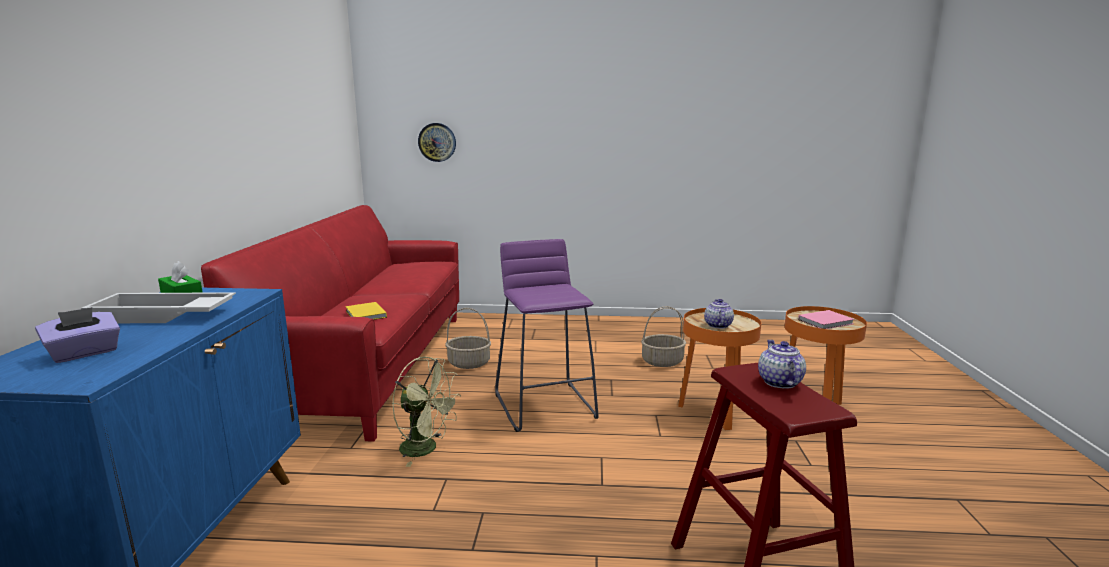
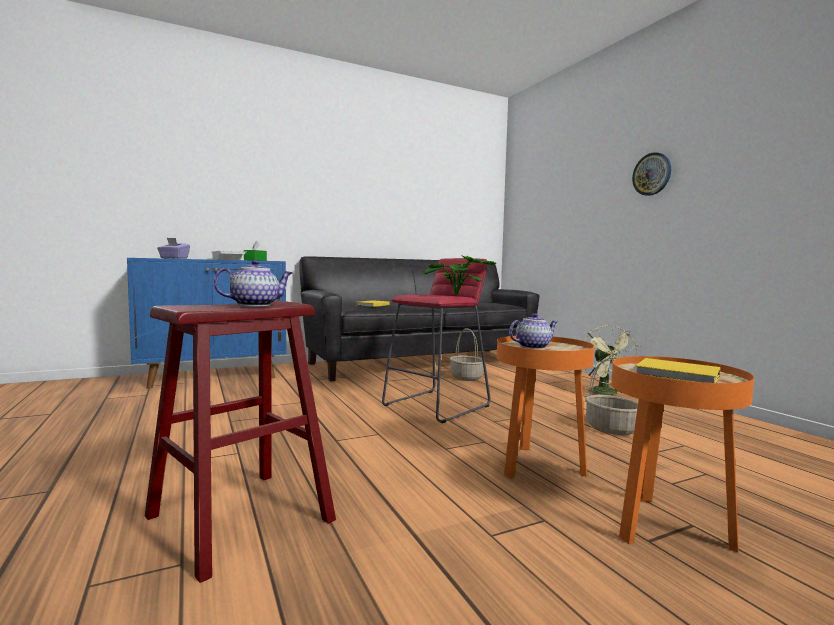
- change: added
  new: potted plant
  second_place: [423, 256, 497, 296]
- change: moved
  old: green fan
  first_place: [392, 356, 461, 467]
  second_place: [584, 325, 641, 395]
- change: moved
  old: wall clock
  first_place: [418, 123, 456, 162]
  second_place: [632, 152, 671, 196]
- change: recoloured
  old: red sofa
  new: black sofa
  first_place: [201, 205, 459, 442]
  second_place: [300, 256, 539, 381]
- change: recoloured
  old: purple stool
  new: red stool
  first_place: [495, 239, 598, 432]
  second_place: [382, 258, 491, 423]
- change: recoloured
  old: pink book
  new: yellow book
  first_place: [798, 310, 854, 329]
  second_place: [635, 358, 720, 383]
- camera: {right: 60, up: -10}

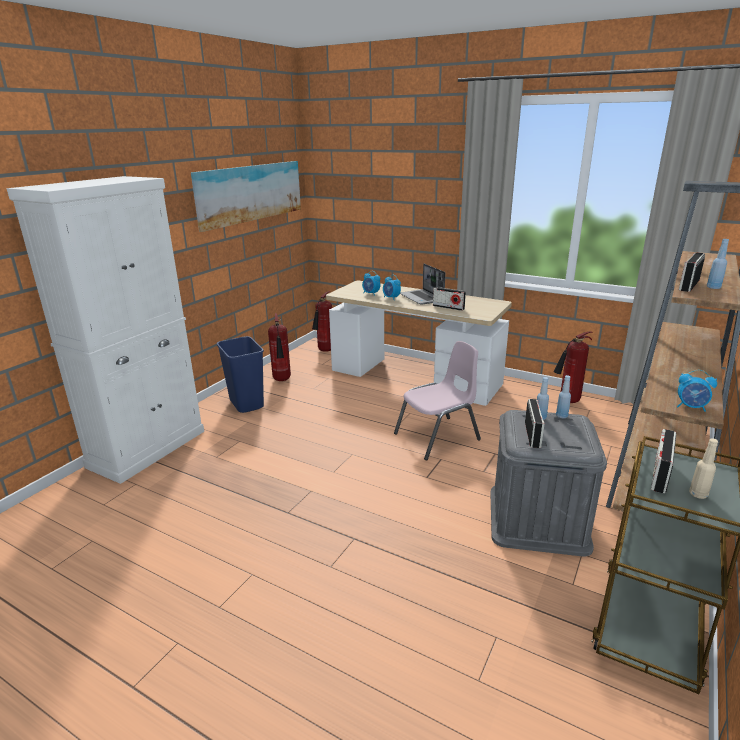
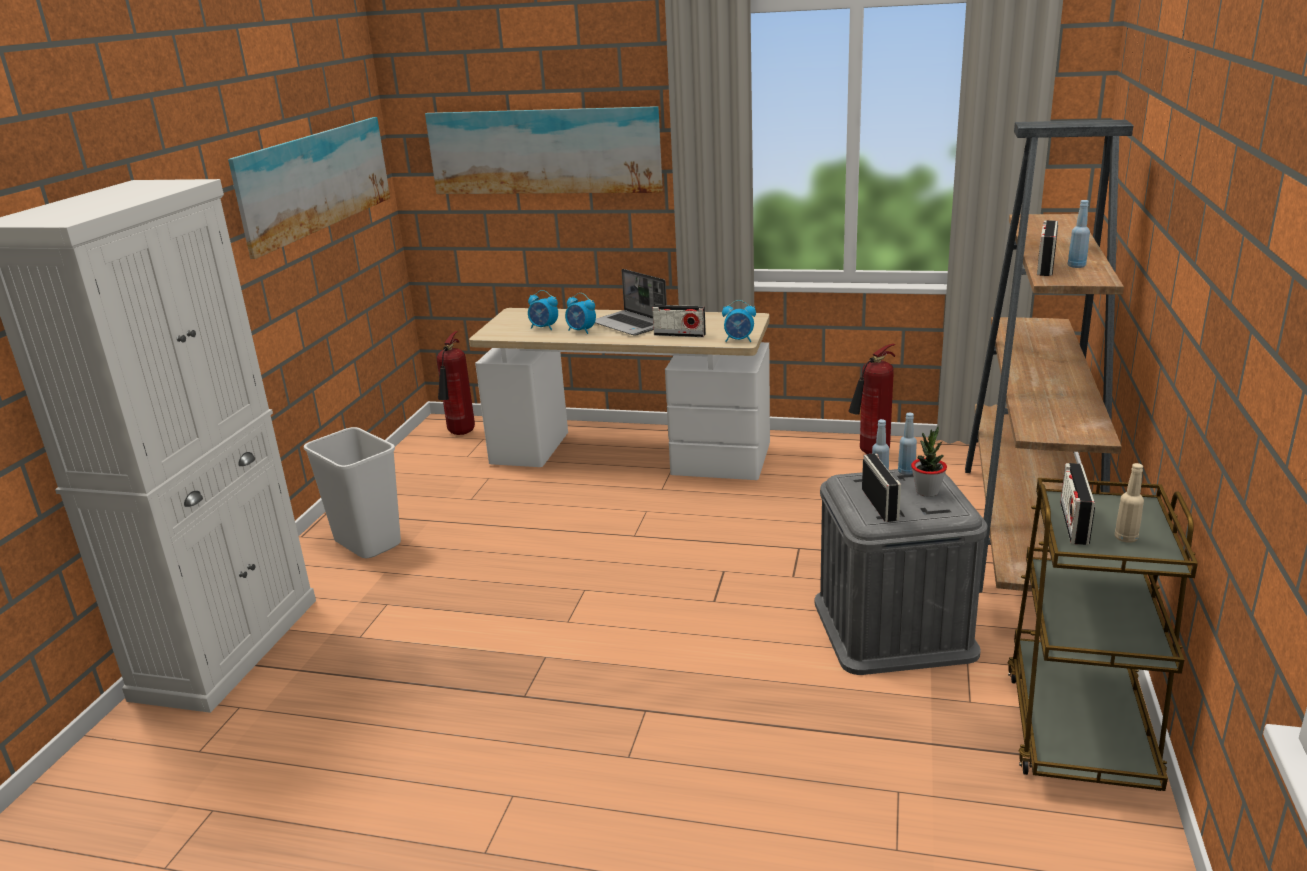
- change: removed
  old: fire extinguisher
  first_place: [268, 313, 291, 381]
- change: removed
  old: pink chair
  first_place: [394, 341, 481, 460]
- change: added
  new: picture
  second_place: [425, 106, 663, 194]
- change: added
  new: potted plant
  second_place: [911, 426, 947, 497]
- change: moved
  old: alarm clock
  first_place: [677, 370, 717, 412]
  second_place: [722, 300, 756, 342]
- change: recoloured
  old: blue trash can
  new: white trash can
  first_place: [217, 336, 264, 413]
  second_place: [304, 427, 401, 558]
- camera: {right: -15, up: 0}

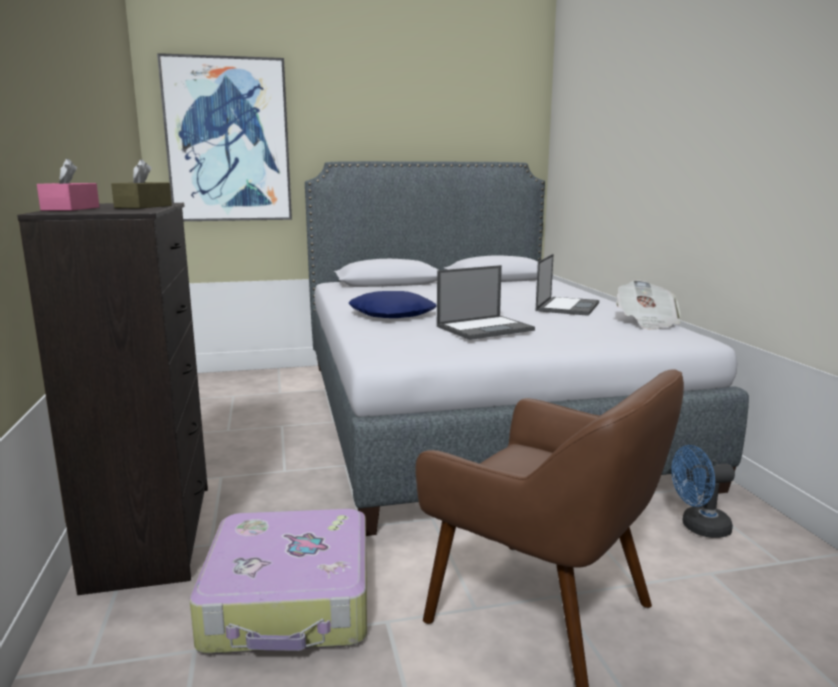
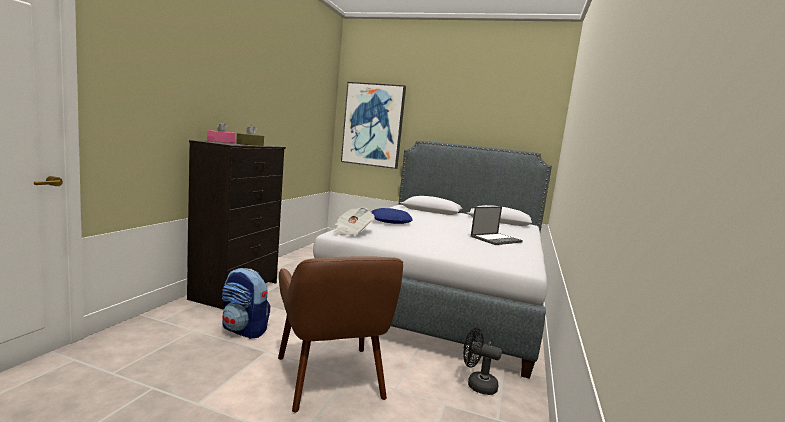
- change: removed
  old: laptop
  first_place: [437, 265, 535, 340]
- change: moved
  old: newspaper
  first_place: [616, 280, 681, 330]
  second_place: [333, 207, 375, 235]
- change: replaced
  old: suitcase
  new: backpack
  first_place: [190, 509, 367, 654]
  second_place: [222, 268, 270, 339]
- change: recoloured
  old: blue fan
  new: black fan
  first_place: [671, 445, 735, 538]
  second_place: [463, 328, 502, 395]
- camera: {right: 30, up: -5}

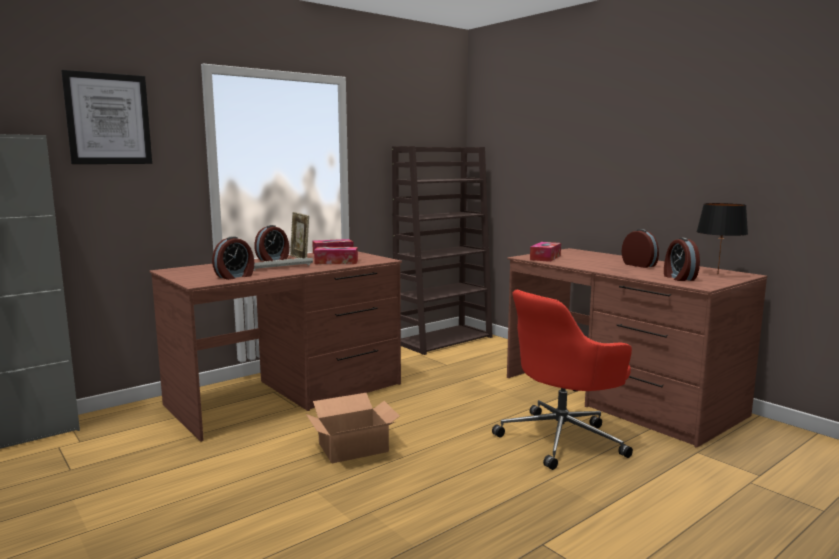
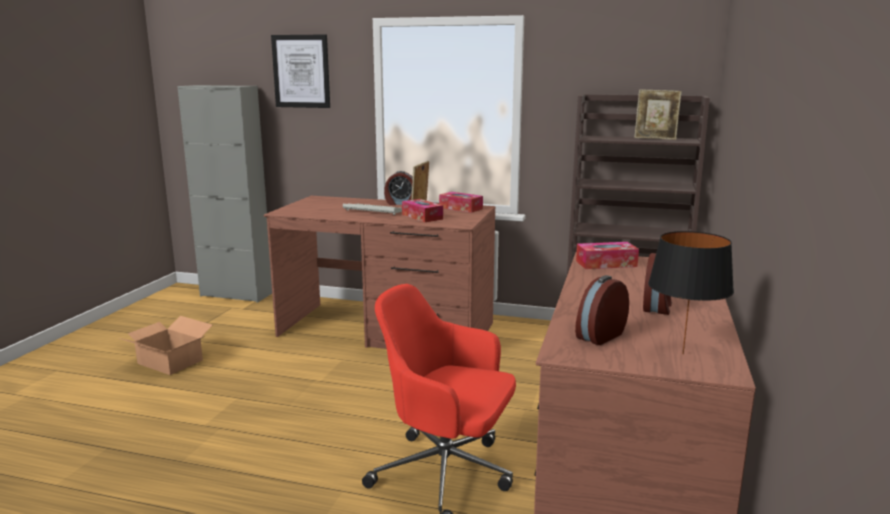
- change: removed
  old: alarm clock
  first_place: [212, 236, 254, 280]
- change: added
  new: picture frame
  second_place: [634, 89, 682, 140]
- change: moved
  old: cardboard box
  first_place: [306, 393, 400, 463]
  second_place: [119, 316, 212, 375]
- camera: {right: 55, up: 5}

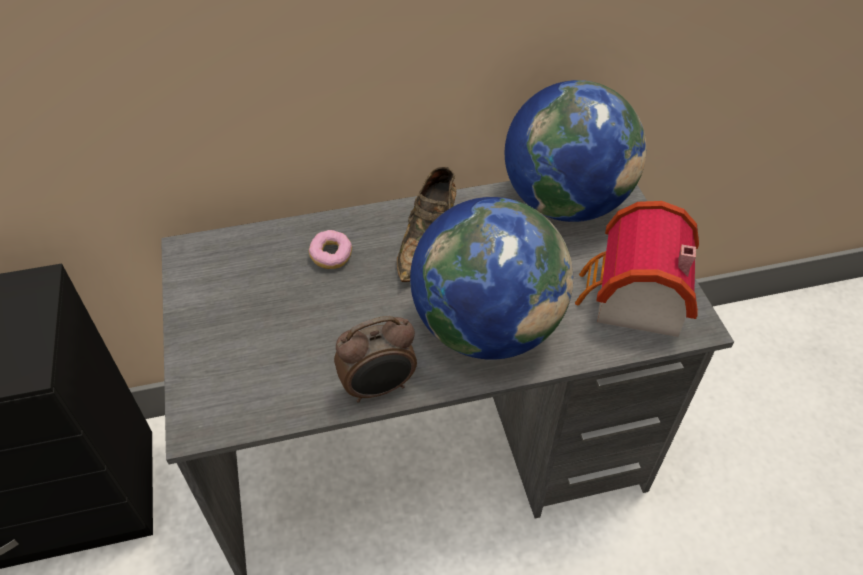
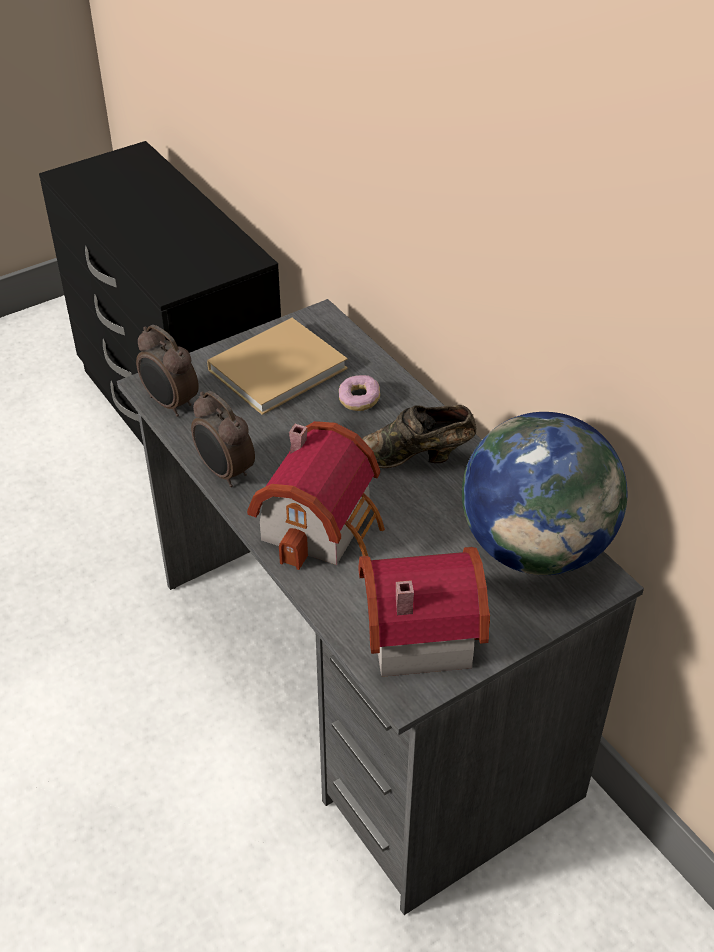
- change: added
  new: alarm clock
  second_place: [136, 325, 199, 417]
- change: added
  new: beige book
  second_place: [207, 318, 348, 415]
- change: replaced
  old: globe
  new: toy house
  first_place: [410, 197, 573, 360]
  second_place: [247, 421, 385, 570]
- camera: {right: 70, up: -5}

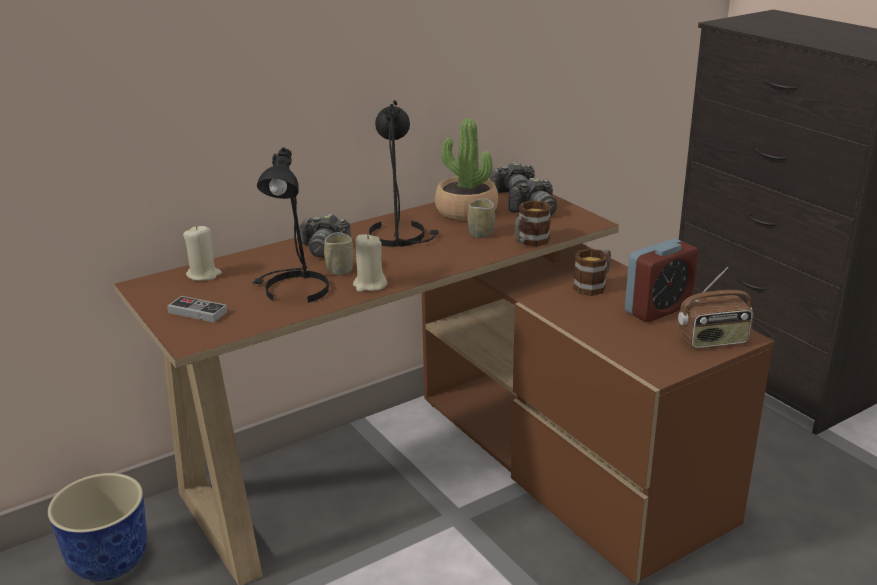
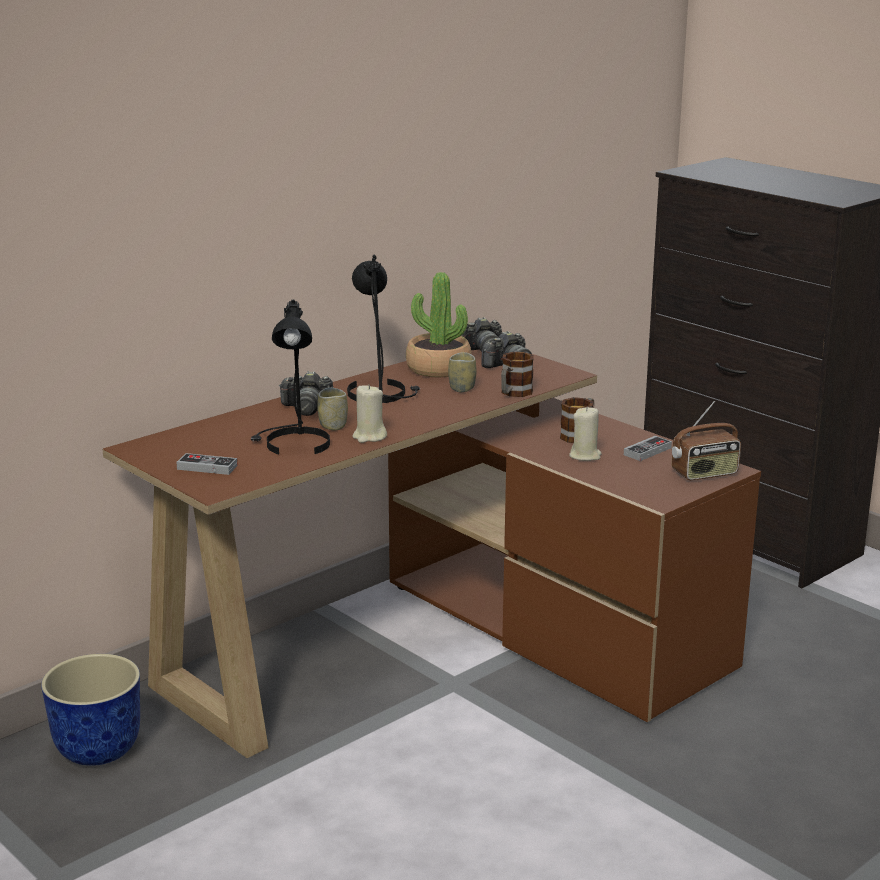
- change: moved
  old: beige candle
  first_place: [183, 225, 222, 281]
  second_place: [569, 406, 602, 461]
- change: replaced
  old: alarm clock
  new: game controller
  first_place: [625, 238, 698, 322]
  second_place: [624, 436, 672, 461]
- camera: {right: -10, up: -5}

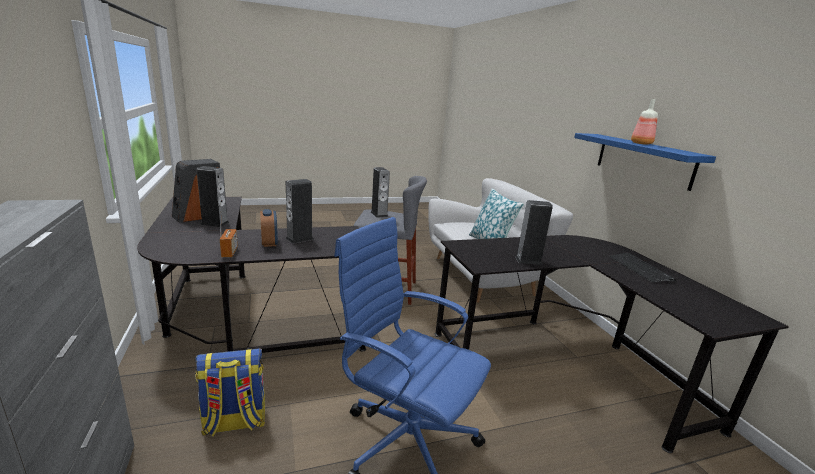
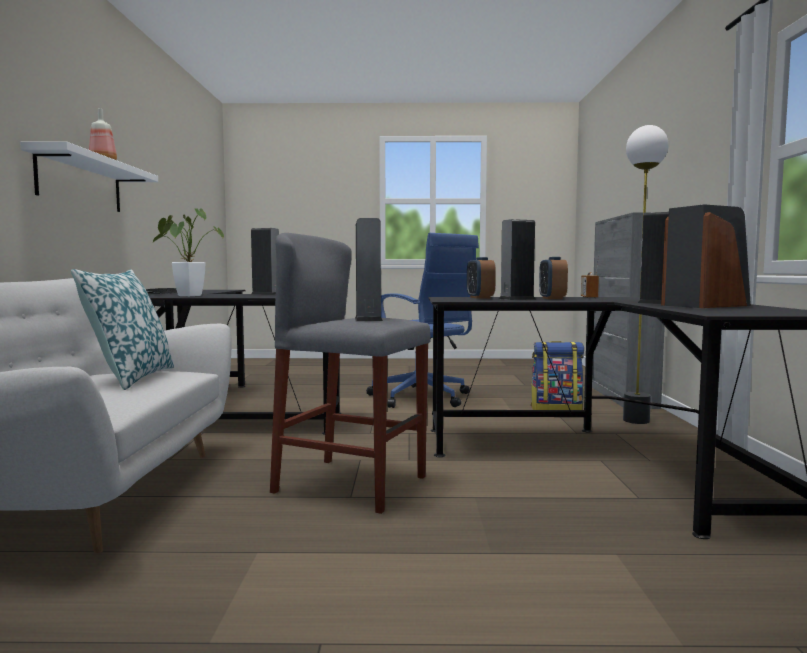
- change: added
  new: potted plant
  second_place: [152, 208, 224, 296]
- change: added
  new: alarm clock
  second_place: [467, 257, 496, 299]
- change: added
  new: floor lamp
  second_place: [623, 125, 669, 424]
- change: recoloured
  old: blue shelf
  new: white shelf
  first_place: [574, 133, 716, 191]
  second_place: [20, 141, 158, 212]
- camera: {right: -160, up: -15}

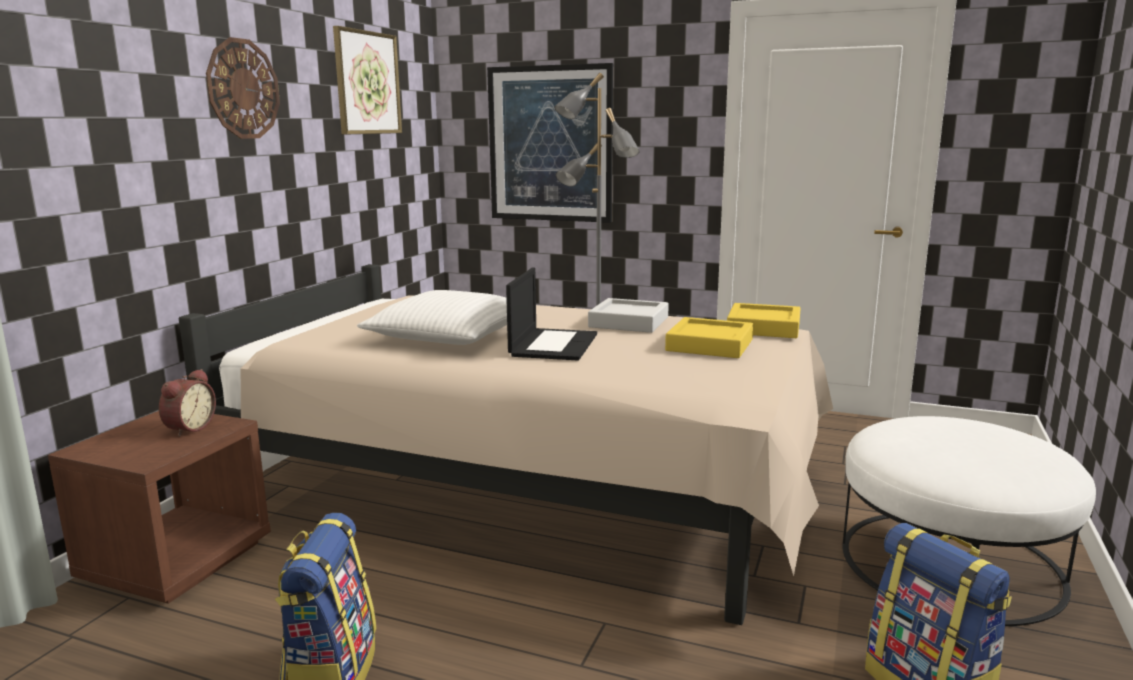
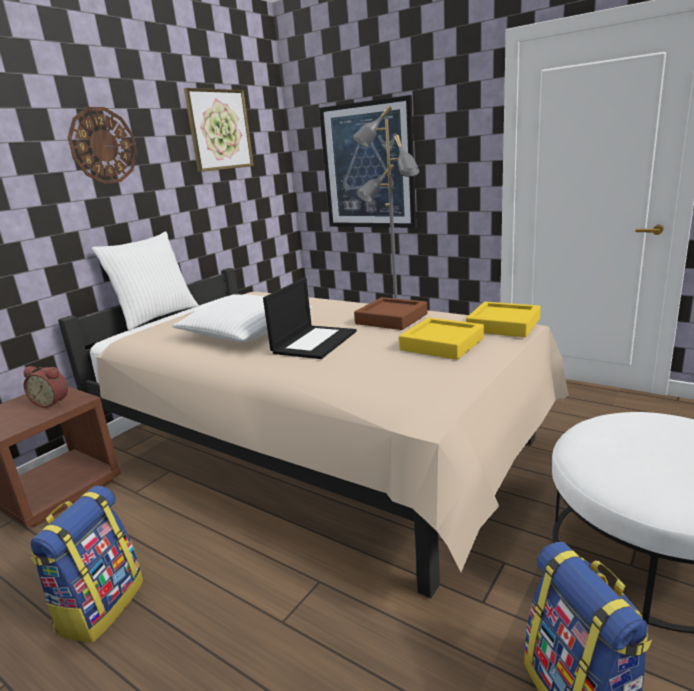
- change: added
  new: white pillow
  second_place: [92, 232, 199, 330]
- change: recoloured
  old: grey tray
  new: brown tray
  first_place: [588, 298, 669, 333]
  second_place: [354, 297, 428, 330]
- change: turned
  old: alarm clock
  first_place: [159, 369, 216, 437]
  second_place: [24, 366, 68, 408]
  degrees: 75
- camera: {right: 15, up: 5}

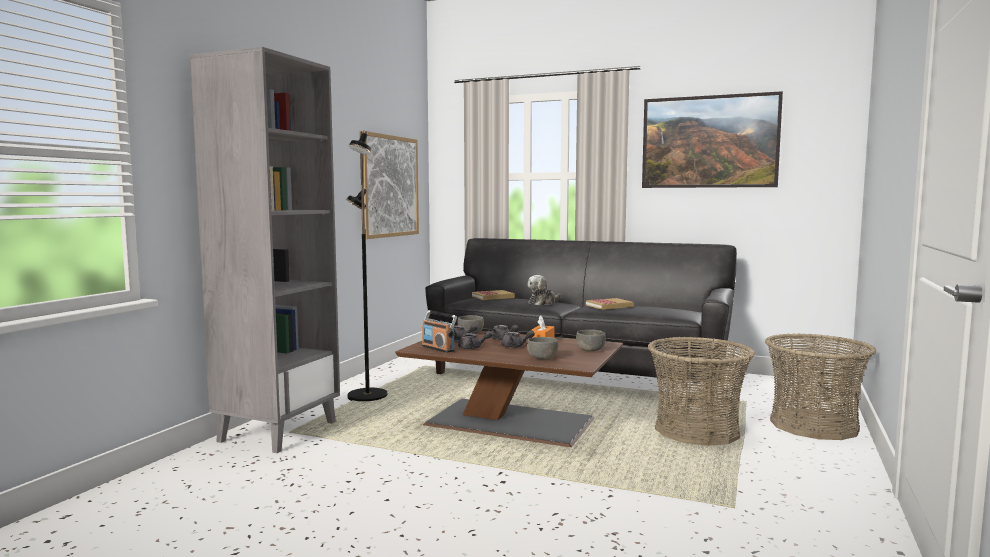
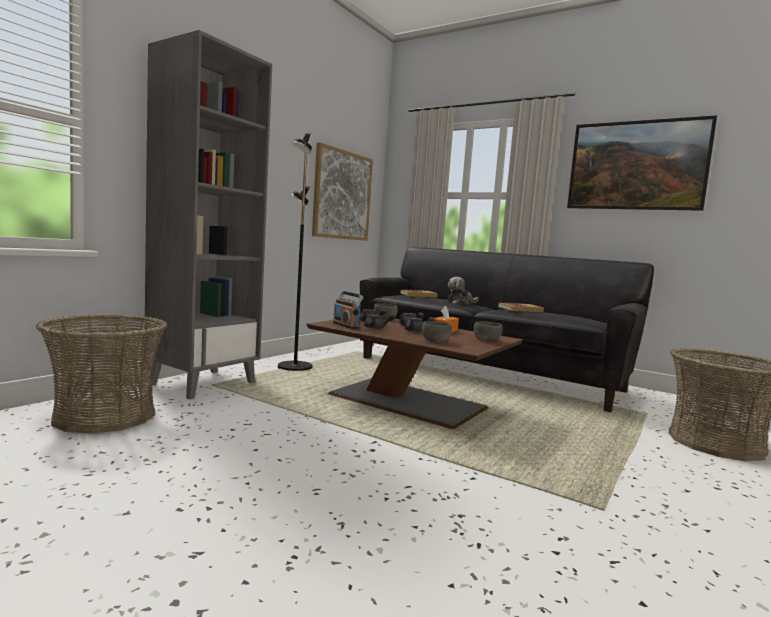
- change: moved
  old: basket
  first_place: [648, 337, 755, 446]
  second_place: [36, 314, 167, 434]
- camera: {right: 10, up: 0}

